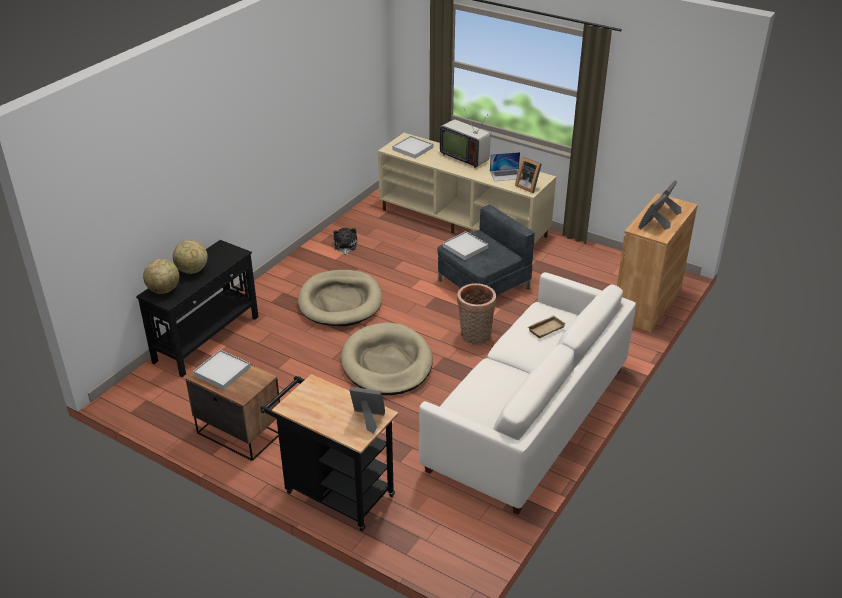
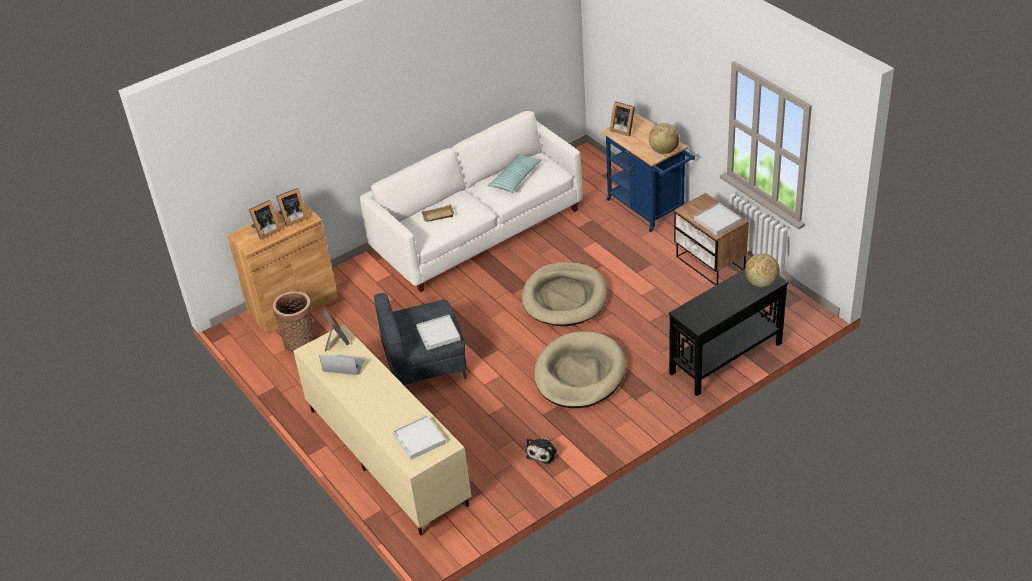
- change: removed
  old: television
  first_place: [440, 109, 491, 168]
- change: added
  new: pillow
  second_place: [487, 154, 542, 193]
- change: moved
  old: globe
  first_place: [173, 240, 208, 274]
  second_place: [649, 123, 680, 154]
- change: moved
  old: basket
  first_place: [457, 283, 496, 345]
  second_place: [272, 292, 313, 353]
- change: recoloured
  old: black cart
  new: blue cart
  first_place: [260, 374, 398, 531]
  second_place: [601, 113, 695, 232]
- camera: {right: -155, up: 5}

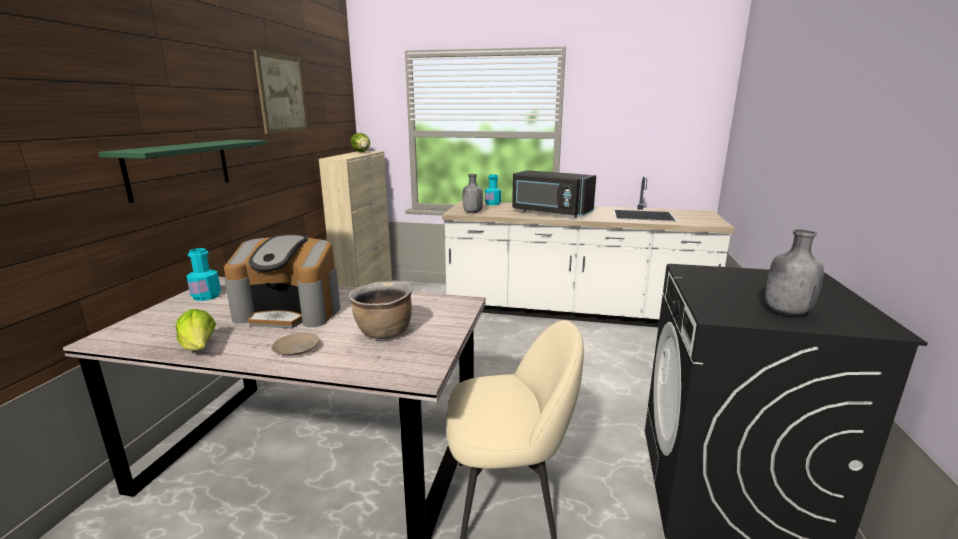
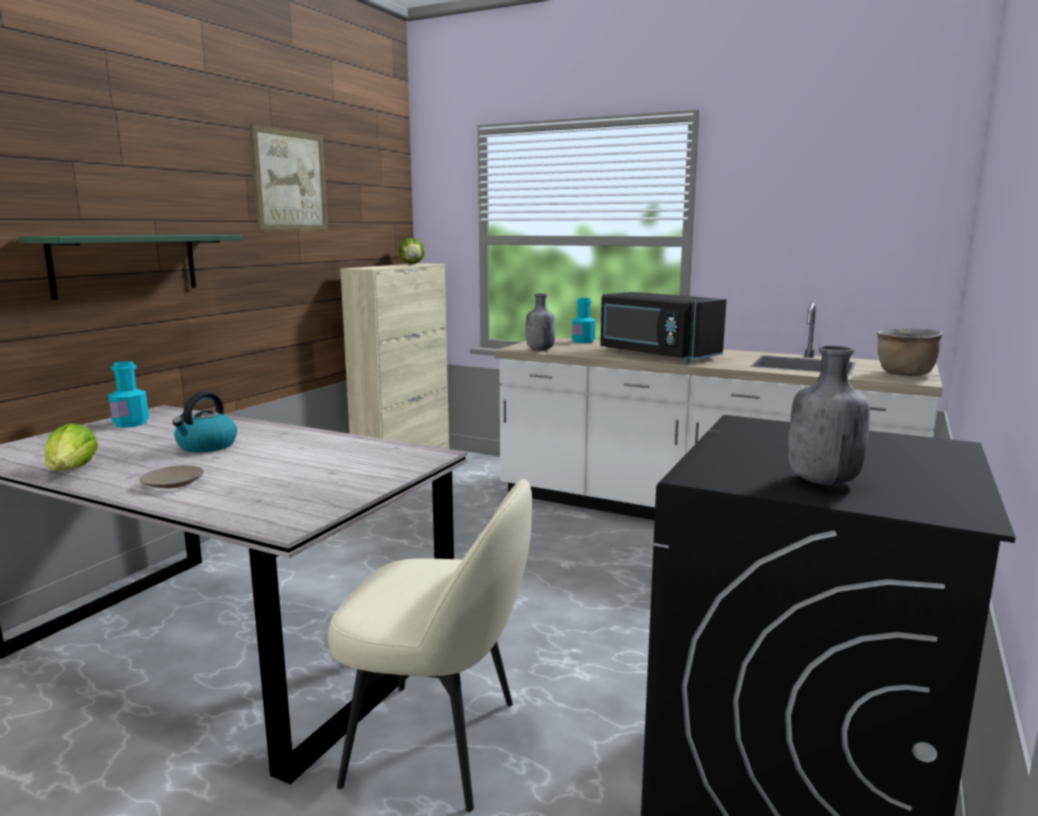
- change: moved
  old: brown cooking pot
  first_place: [349, 281, 412, 339]
  second_place: [877, 328, 943, 376]
- change: replaced
  old: coffee machine
  new: kettle
  first_place: [224, 235, 340, 329]
  second_place: [172, 391, 237, 452]
- camera: {right: 15, up: -5}

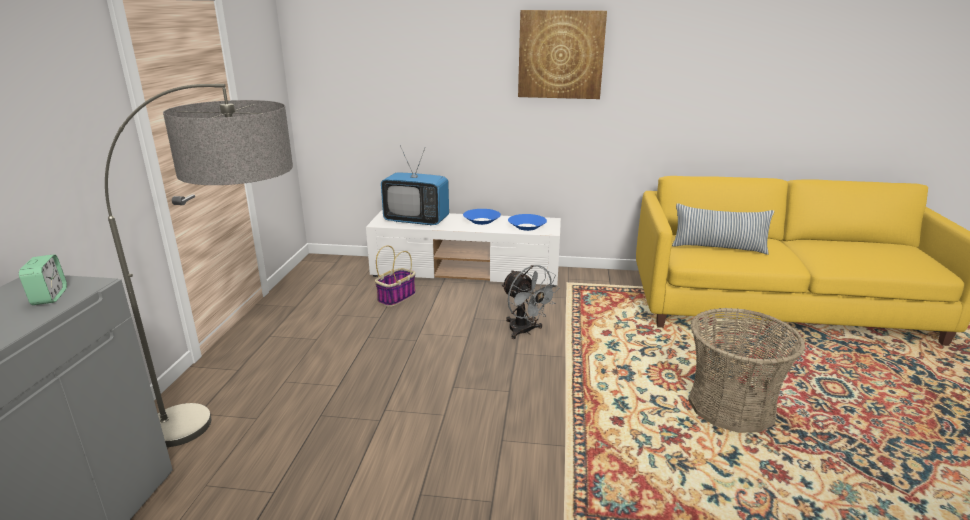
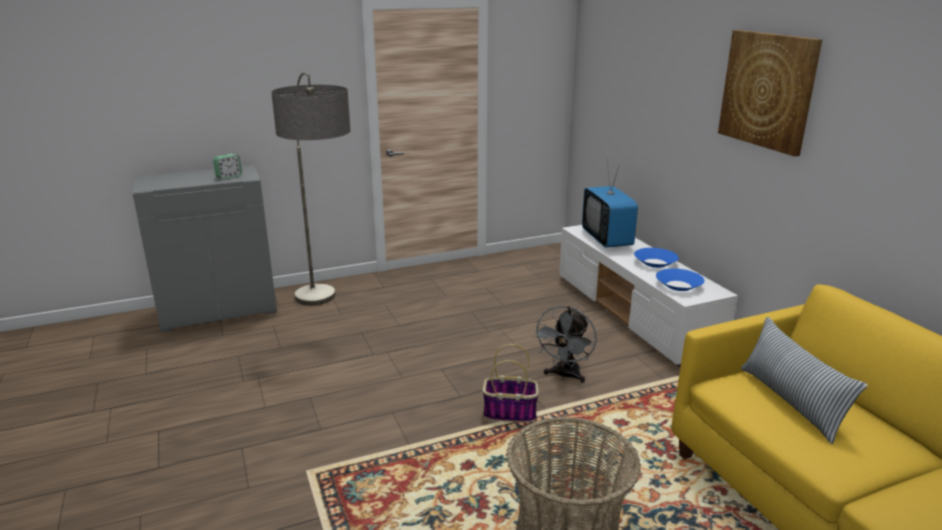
- change: moved
  old: basket
  first_place: [375, 245, 416, 307]
  second_place: [483, 344, 539, 422]
- camera: {right: 60, up: 0}

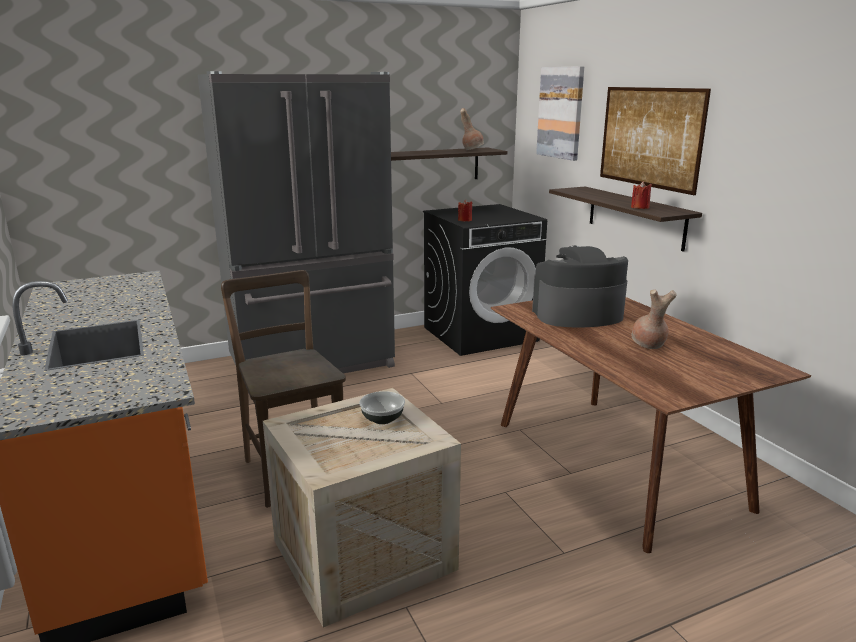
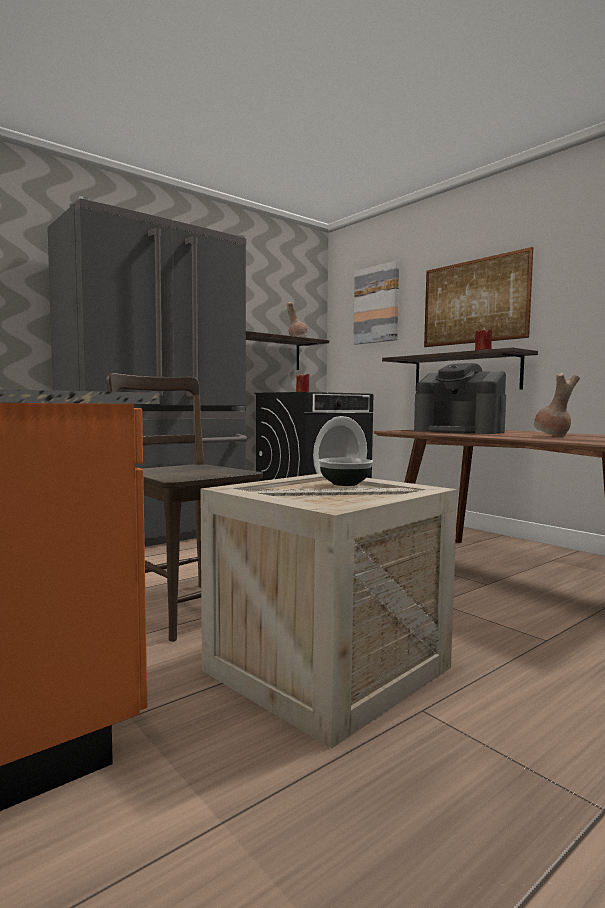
- change: turned
  old: coffee machine
  first_place: [532, 246, 628, 328]
  second_place: [414, 363, 506, 434]
  degrees: -120
- camera: {right: -15, up: -15}

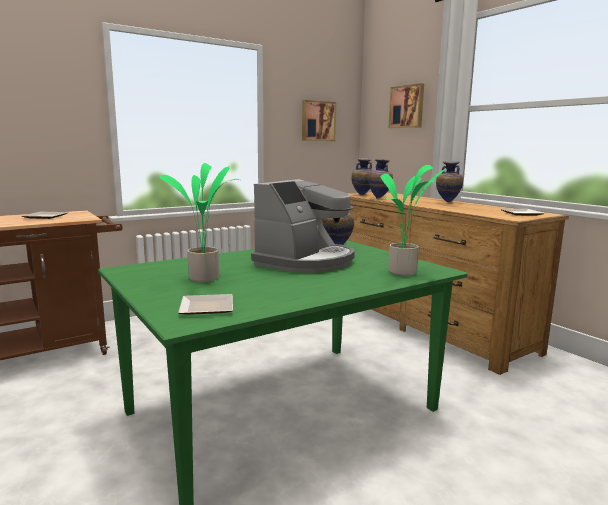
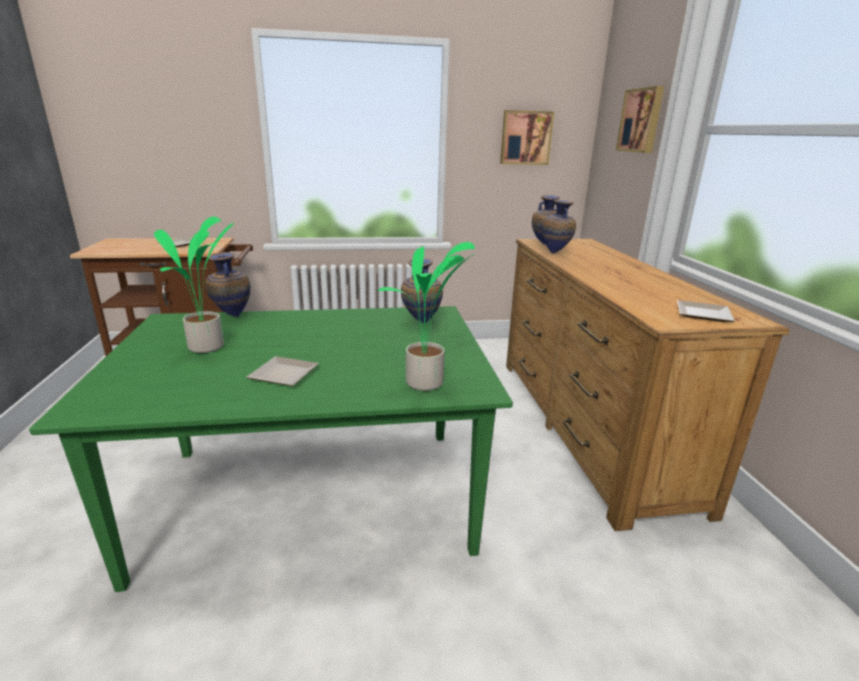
- change: removed
  old: coffee machine
  first_place: [251, 179, 355, 273]
- change: moved
  old: plate
  first_place: [178, 294, 233, 315]
  second_place: [246, 356, 319, 386]
- change: moved
  old: vase
  first_place: [436, 161, 463, 202]
  second_place: [206, 252, 251, 317]
- camera: {right: 25, up: 10}

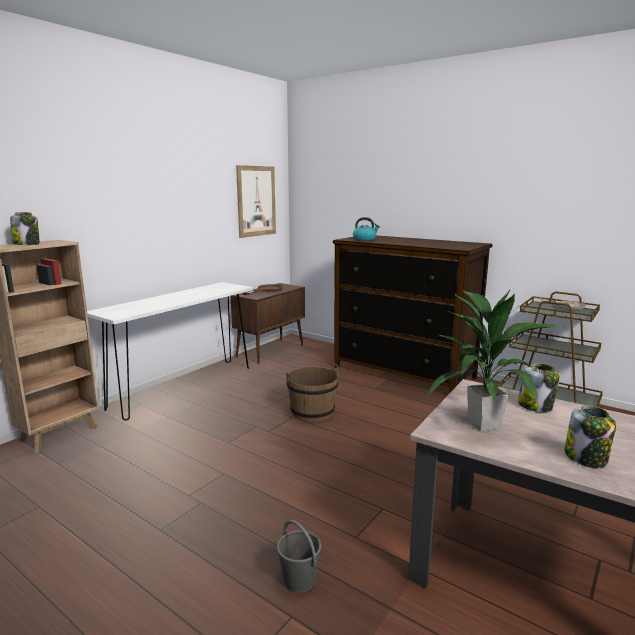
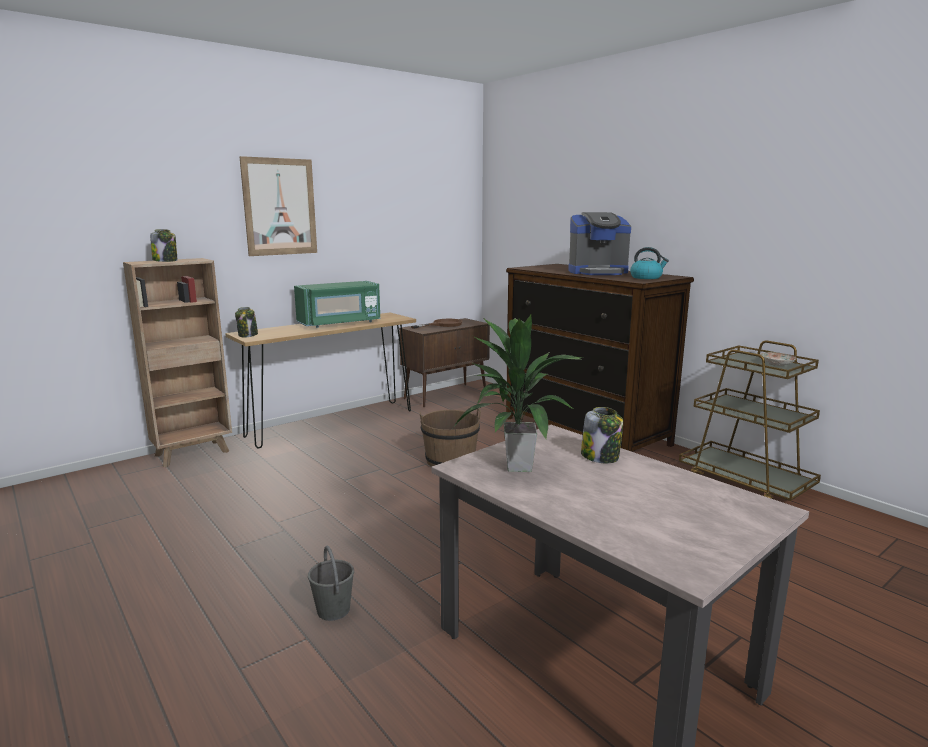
- change: added
  new: green microwave
  second_place: [294, 281, 381, 328]
- change: added
  new: coffee machine
  second_place: [568, 212, 631, 275]
- change: moved
  old: picture
  first_place: [236, 165, 276, 238]
  second_place: [239, 156, 317, 256]
- change: moved
  old: kettle
  first_place: [353, 217, 380, 241]
  second_place: [630, 247, 669, 279]
- change: moved
  old: jar
  first_place: [564, 405, 616, 468]
  second_place: [235, 307, 258, 337]
- change: recoloured
  old: white console table
  new: brown console table
  first_place: [87, 282, 253, 420]
  second_place: [225, 313, 416, 449]
- camera: {right: 15, up: 0}

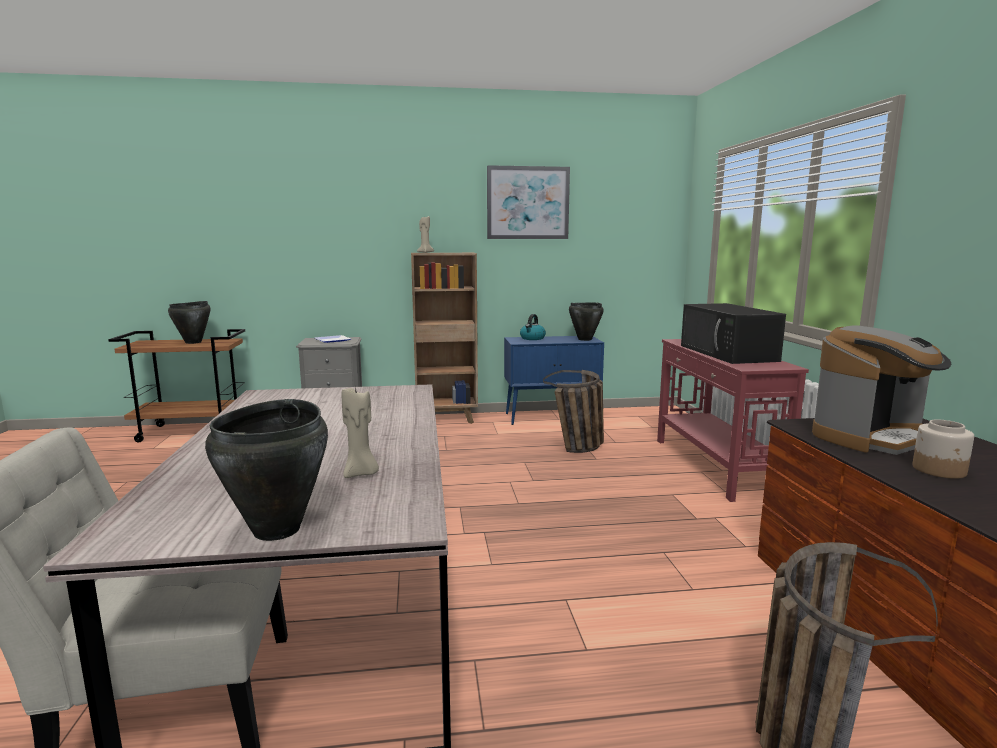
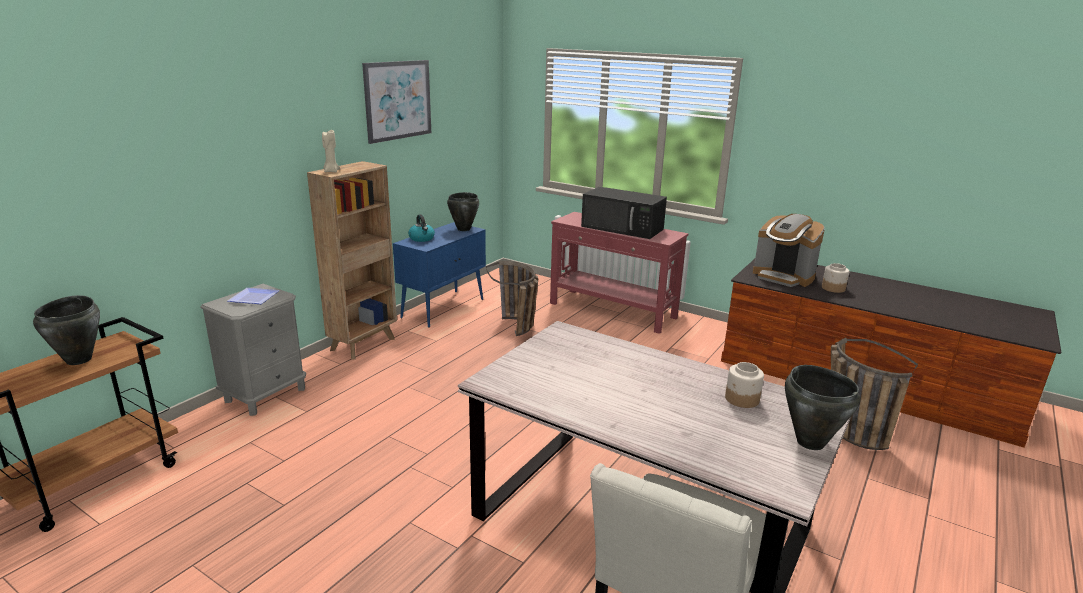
- change: replaced
  old: beige candle
  new: jar
  first_place: [342, 384, 379, 478]
  second_place: [725, 362, 764, 408]
- change: turned
  old: coffee machine
  first_place: [812, 325, 951, 455]
  second_place: [753, 214, 825, 287]
  degrees: 120
- camera: {right: -50, up: 10}

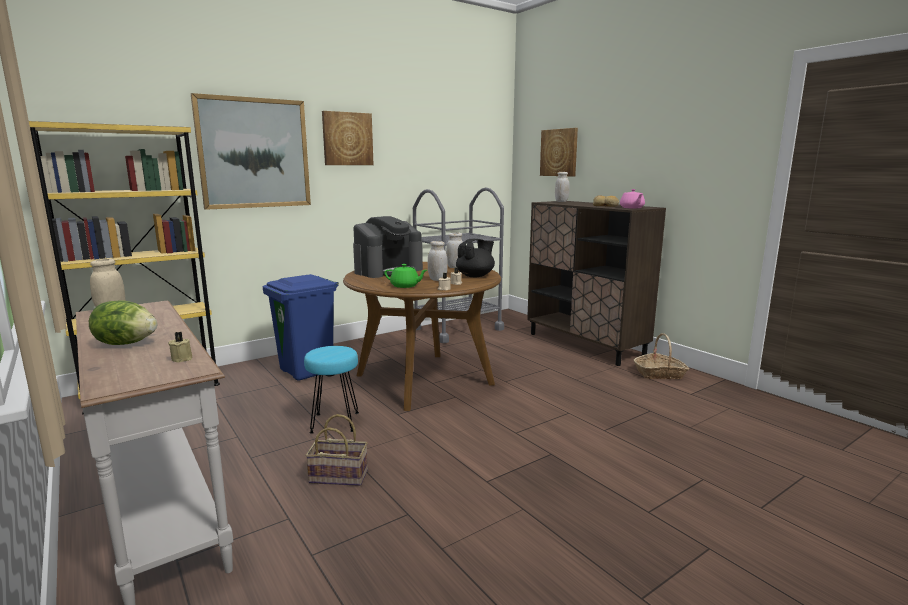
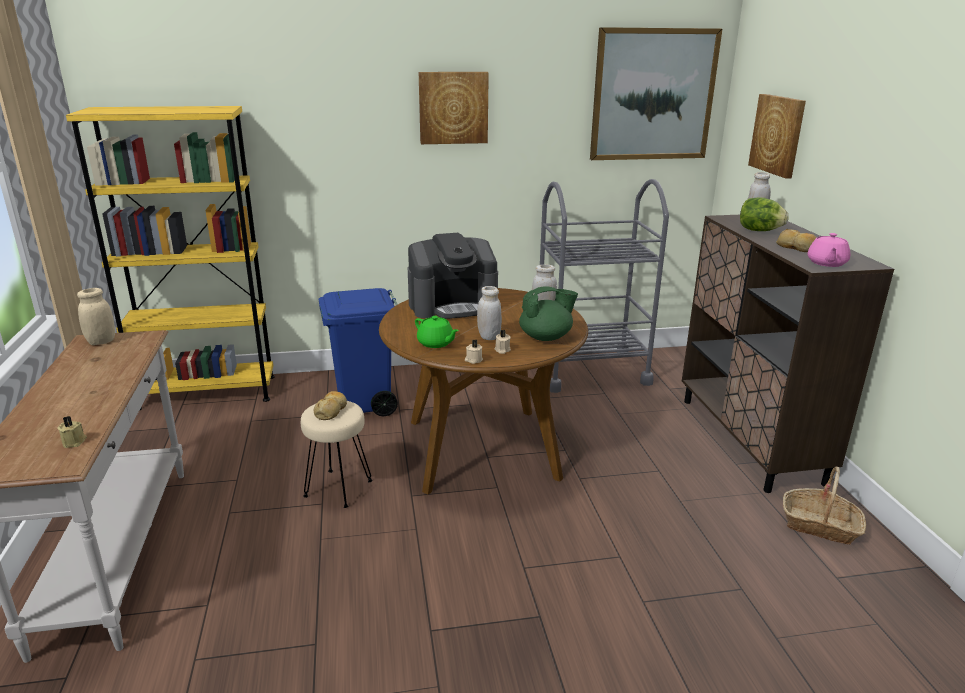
- change: removed
  old: basket
  first_place: [305, 414, 368, 486]
- change: added
  new: bread
  second_place: [314, 391, 347, 420]
- change: moved
  old: lettuce
  first_place: [89, 300, 157, 345]
  second_place: [740, 197, 789, 231]
- change: moved
  old: picture
  first_place: [191, 93, 311, 210]
  second_place: [590, 27, 722, 160]
- change: recoloured
  old: turquoise stool
  new: beige stool
  first_place: [304, 346, 359, 434]
  second_place: [301, 401, 372, 508]
- change: recoloured
  old: black teapot
  new: green teapot
  first_place: [456, 239, 495, 277]
  second_place: [519, 286, 578, 341]
- camera: {right: 25, up: 10}

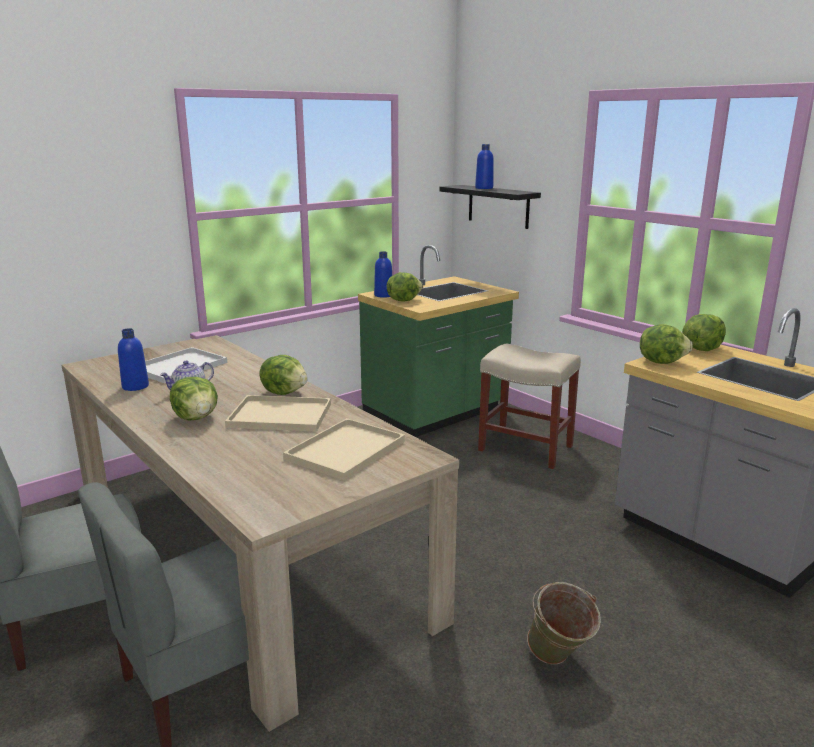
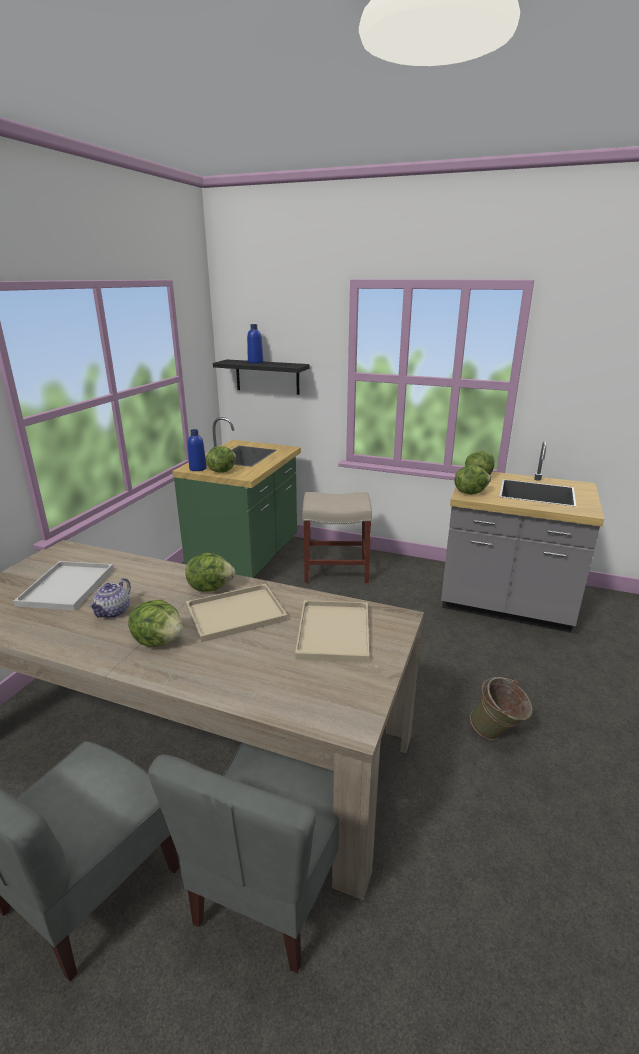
- change: removed
  old: blue bottle
  first_place: [118, 328, 149, 391]
- camera: {right: -30, up: 5}

